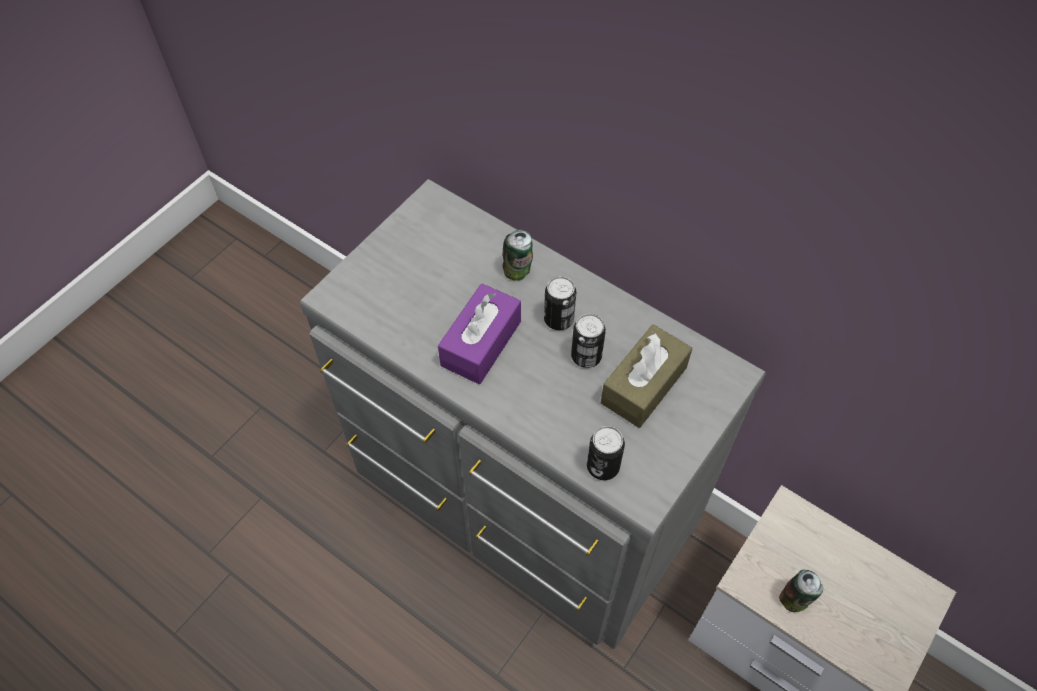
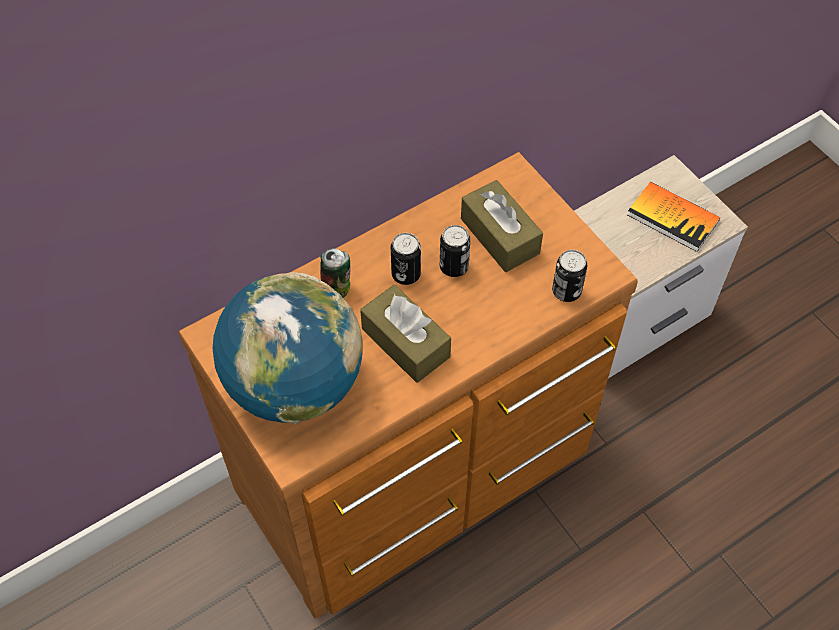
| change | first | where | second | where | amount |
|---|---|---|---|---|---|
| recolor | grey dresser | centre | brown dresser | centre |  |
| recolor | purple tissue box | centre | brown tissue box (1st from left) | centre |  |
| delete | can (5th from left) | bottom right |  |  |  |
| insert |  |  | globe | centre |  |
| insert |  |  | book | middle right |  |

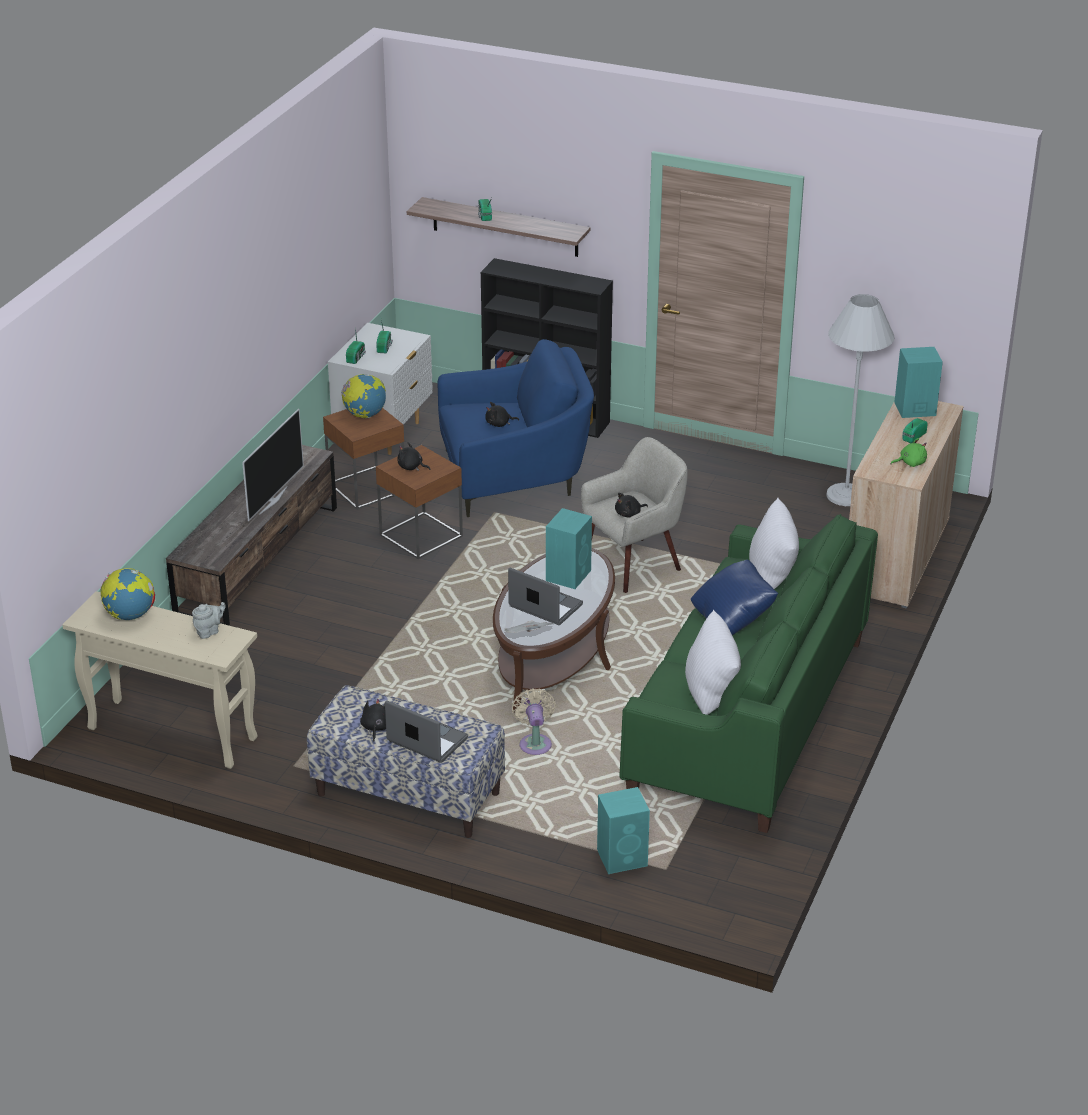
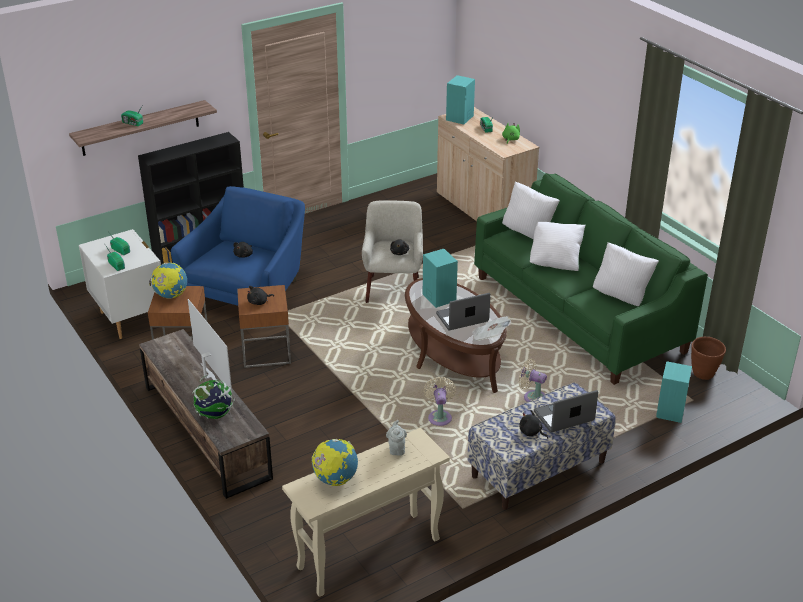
| change | first | where | second | where | amount |
|---|---|---|---|---|---|
| recolor | blue pillow | middle right | white pillow (2nd from left) | middle right |  |
| delete | white floor lamp | middle right |  |  |  |
| insert |  |  | globe (2nd from left) | middle left |  |
| insert |  |  | beige fan (1st from left) | centre |  |
| insert |  |  | brown planter | middle right |  |

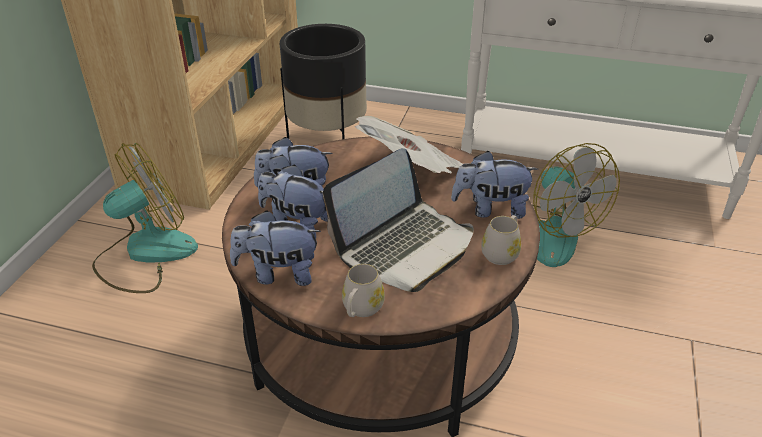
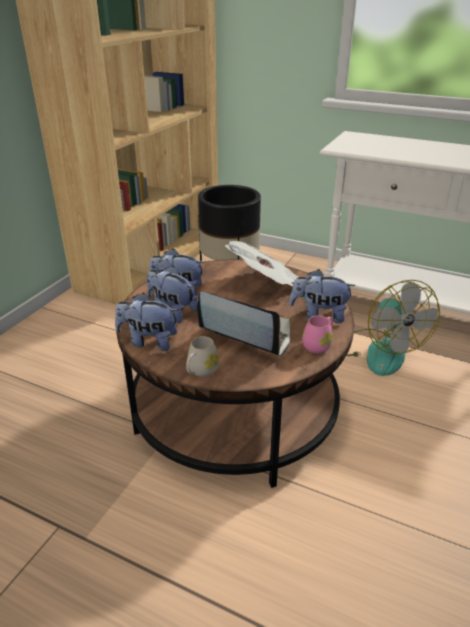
| change | first | where | second | where | amount |
|---|---|---|---|---|---|
| delete | fan (1st from left) | middle left |  |  |  |
| rotate | laptop | centre |  | centre | 120 degrees counterclockwise |
| recolor | white mug (2nd from left) | centre | pink mug | middle right |  |

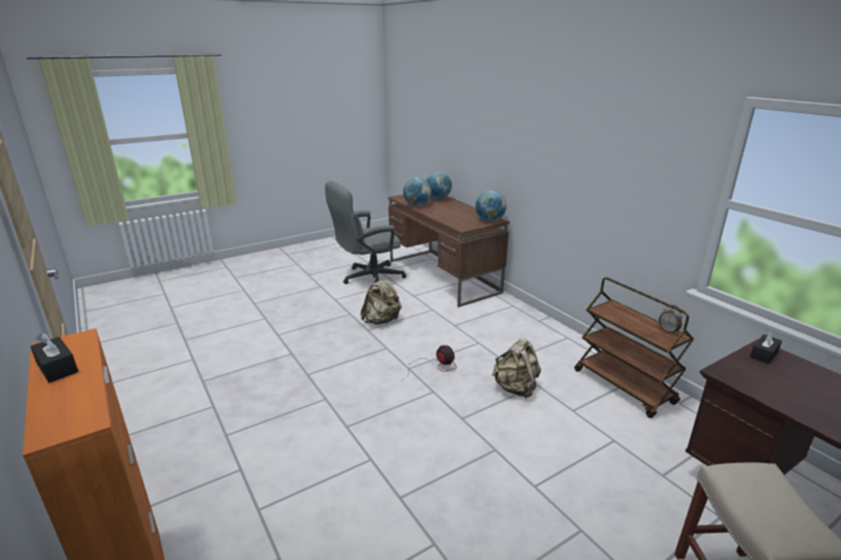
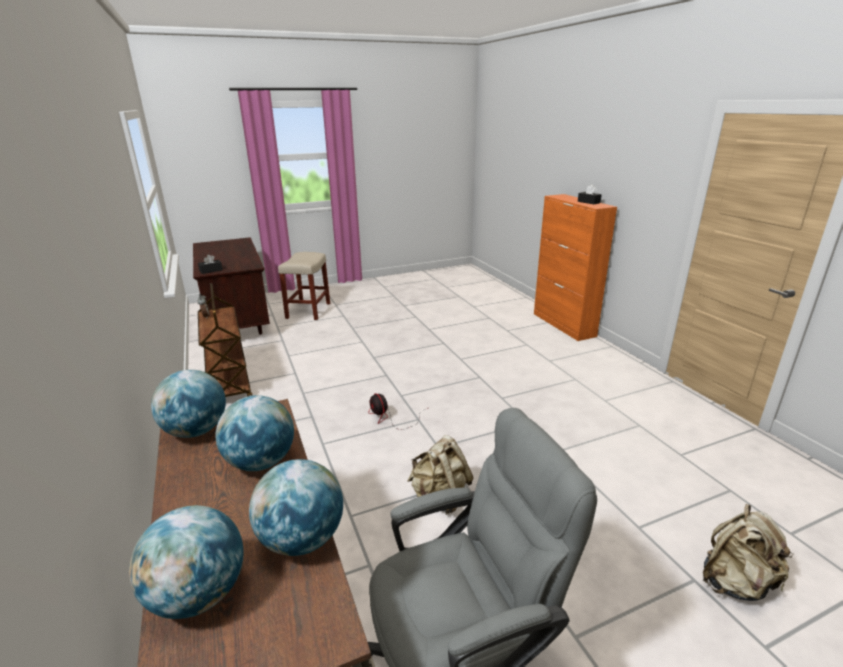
| change | first | where | second | where | amount |
|---|---|---|---|---|---|
| move | beige backpack (2nd from left) | centre |  | bottom right |  |
| insert |  |  | globe (3rd from left) | middle left |  |

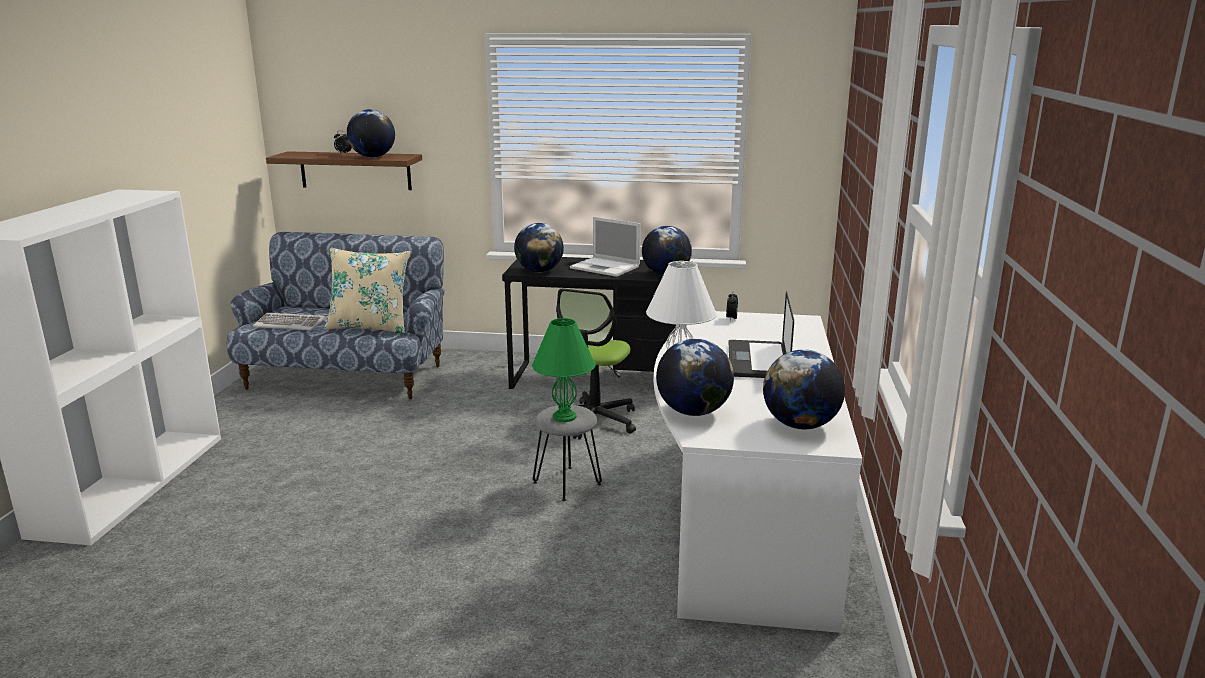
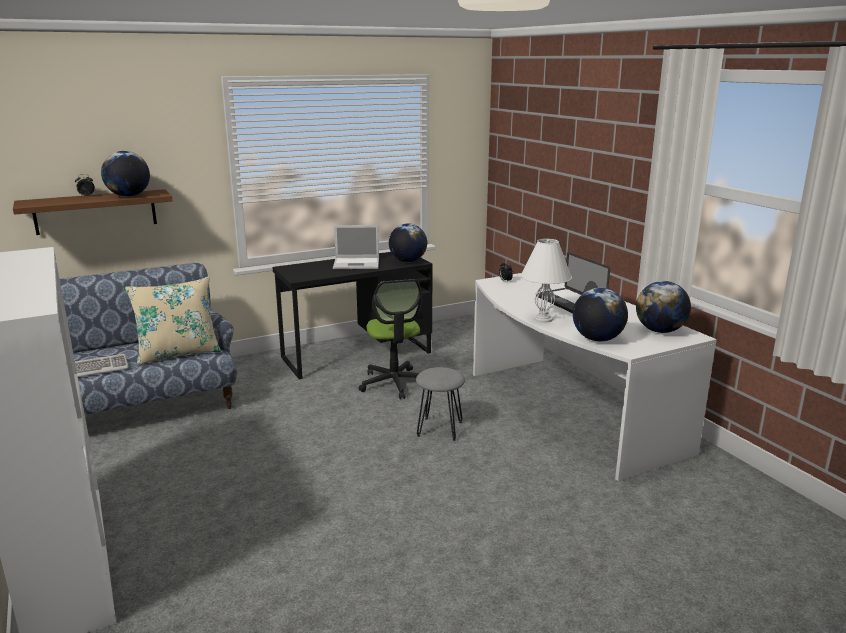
| change | first | where | second | where | amount |
|---|---|---|---|---|---|
| delete | globe (2nd from left) | centre |  |  |  |
| delete | green table lamp | centre |  |  |  |

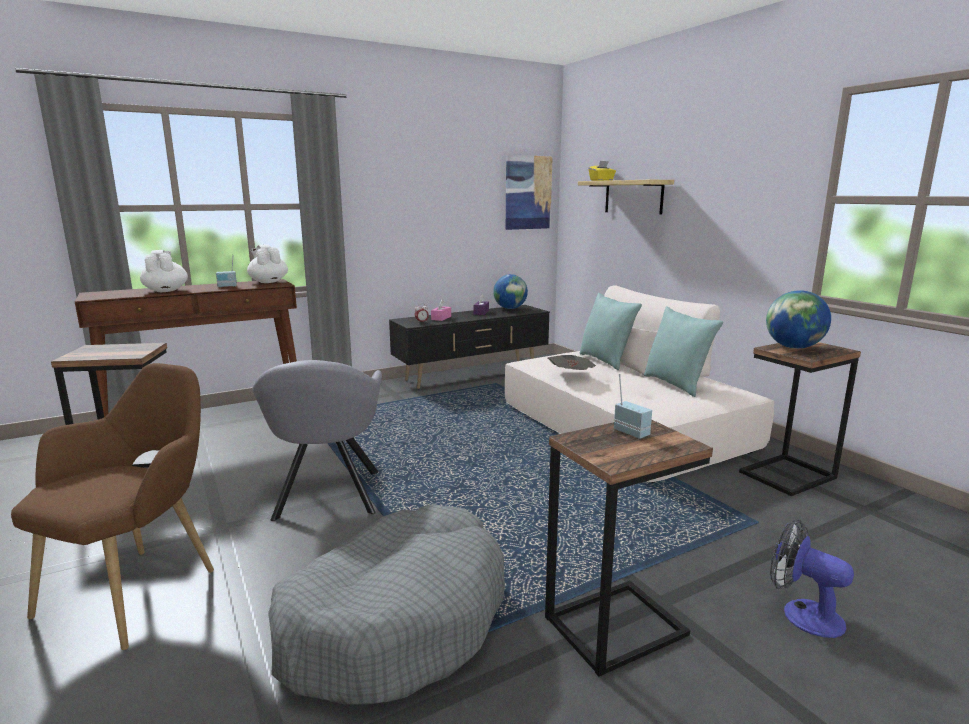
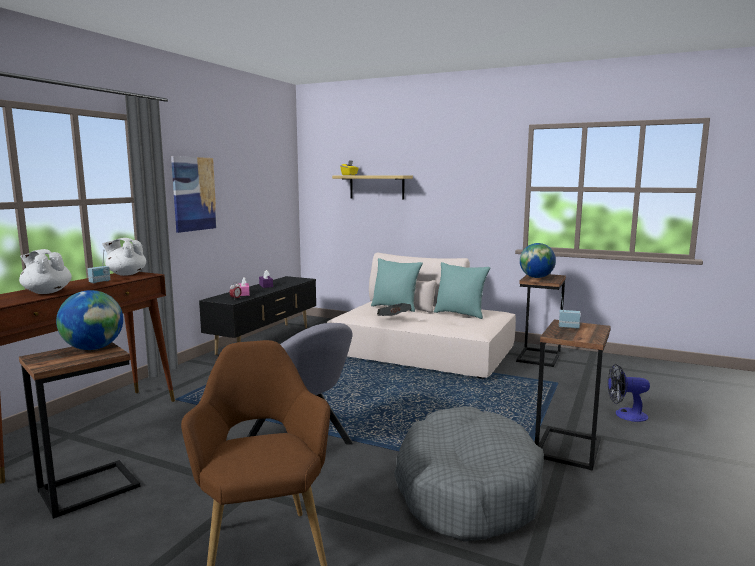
| change | first | where | second | where | amount |
|---|---|---|---|---|---|
| move | globe (1st from left) | centre |  | middle left |  |
| move | picture | top centre |  | middle left |  |

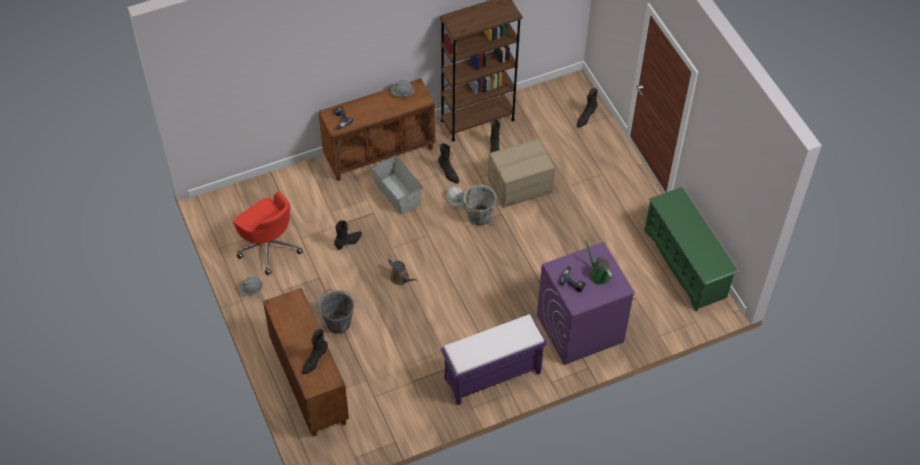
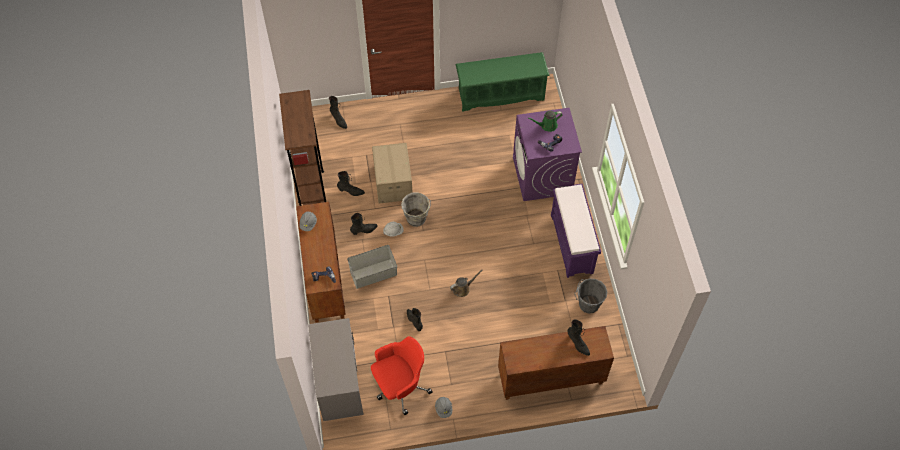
| change | first | where | second | where | amount |
|---|---|---|---|---|---|
| move | grey bucket (1st from left in the first image) | bottom centre | grey bucket (2nd from left) | centre |  |
| insert |  |  | grey desk | bottom centre |  |

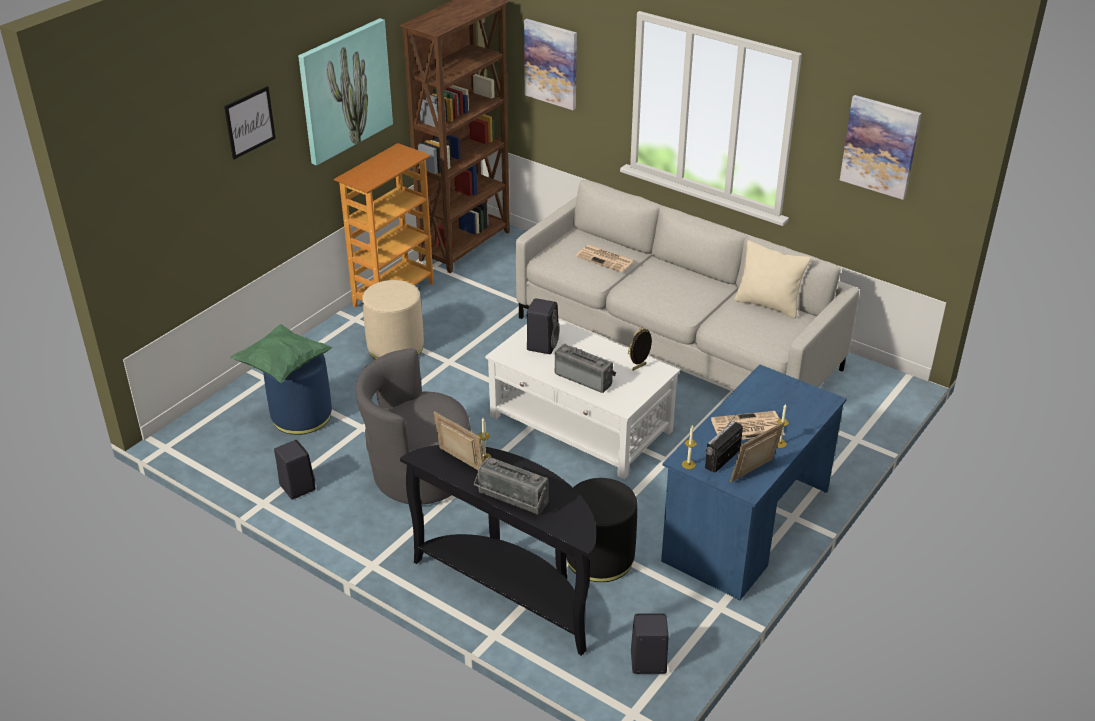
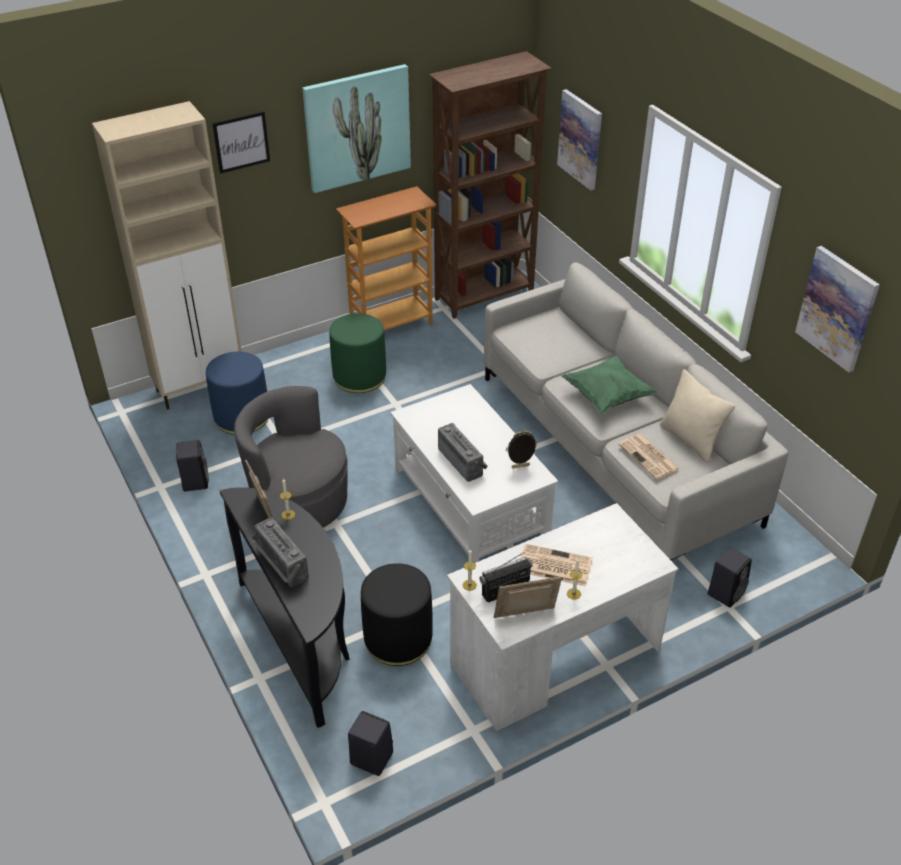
| change | first | where | second | where | amount |
|---|---|---|---|---|---|
| move | green pillow | middle left |  | middle right |  |
| recolor | beige ottoman | centre | green ottoman | centre |  |
| move | black speaker (2nd from left in the first image) | centre | black speaker (3rd from left) | bottom right |  |
| move | newspaper (1st from left in the first image) | centre | newspaper (2nd from left) | middle right |  |
| recolor | blue desk | bottom right | white desk | bottom centre |  |
| insert |  |  | beige cabinet | top left |  |

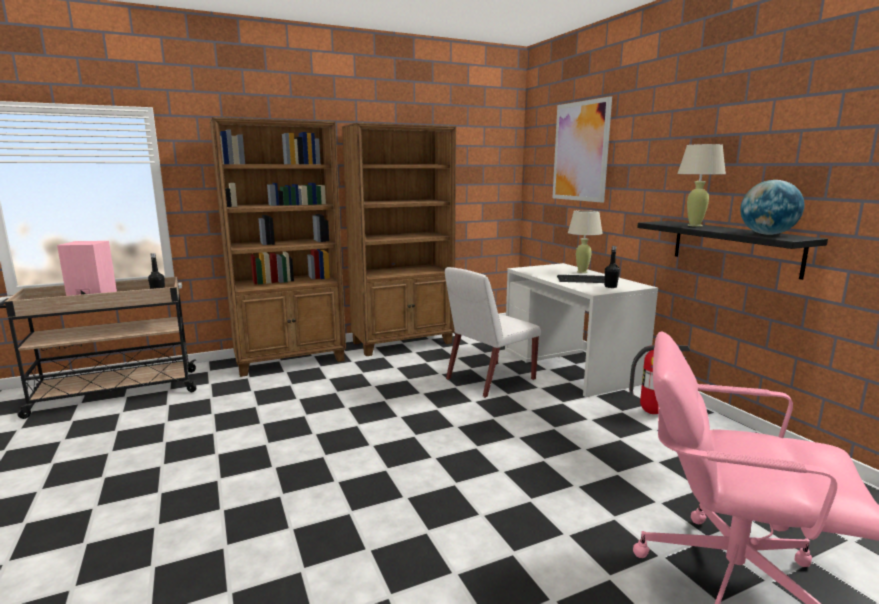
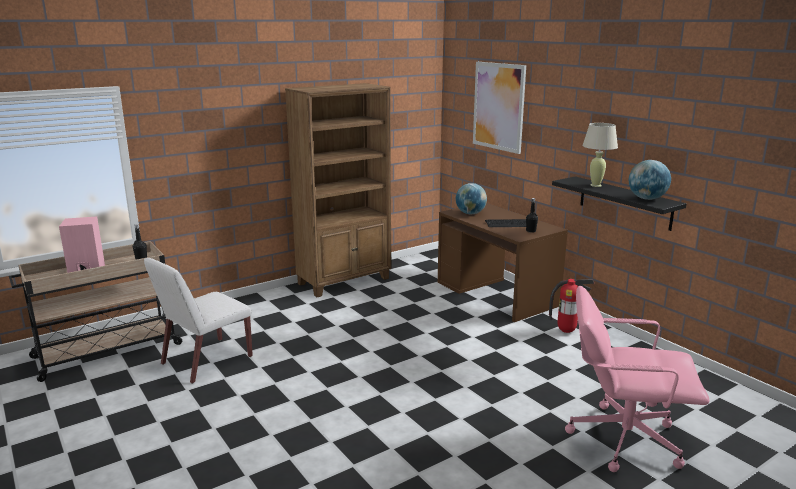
| change | first | where | second | where | amount |
|---|---|---|---|---|---|
| delete | brown bookcase (1st from left) | middle left |  |  |  |
| move | white chair | centre |  | middle left |  |
| recolor | white desk | centre | brown desk | centre |  |
| delete | beige table lamp (1st from left) | centre |  |  |  |
| insert |  |  | globe (1st from left) | centre |  |

